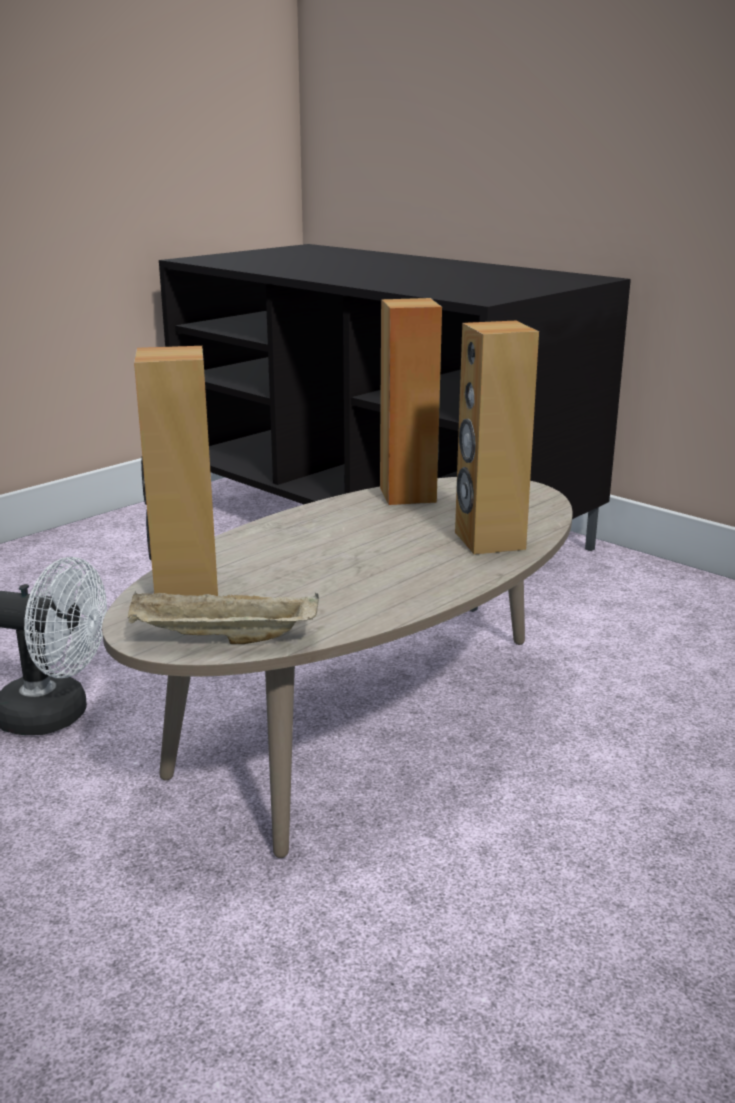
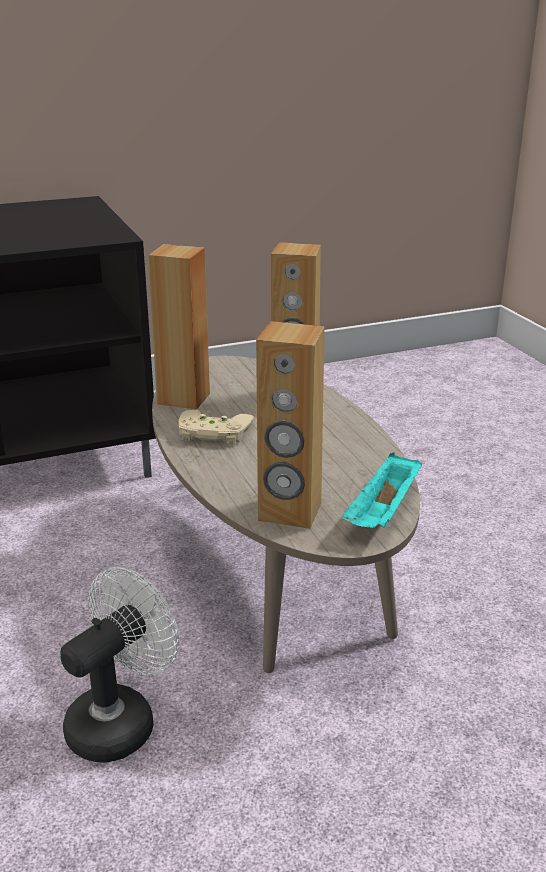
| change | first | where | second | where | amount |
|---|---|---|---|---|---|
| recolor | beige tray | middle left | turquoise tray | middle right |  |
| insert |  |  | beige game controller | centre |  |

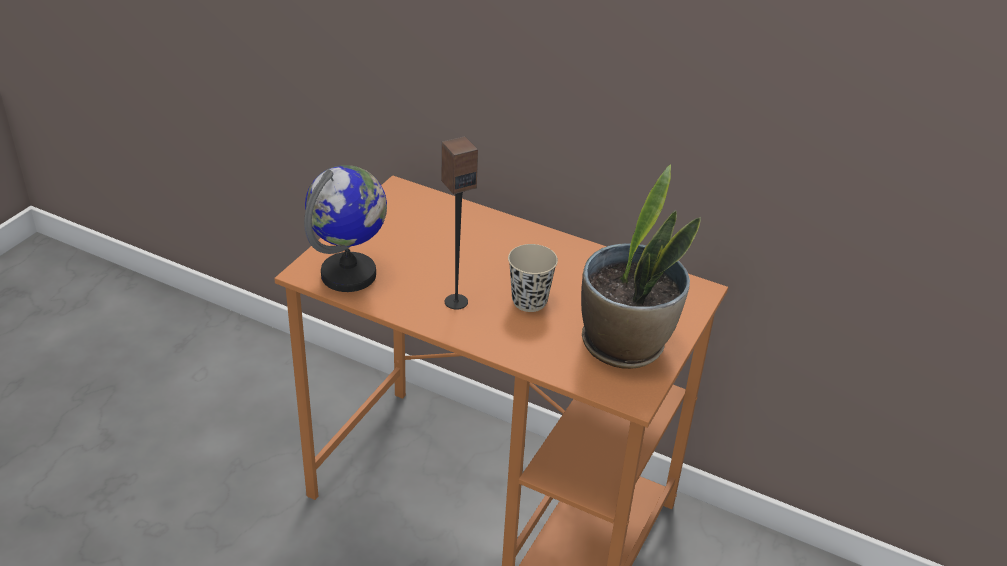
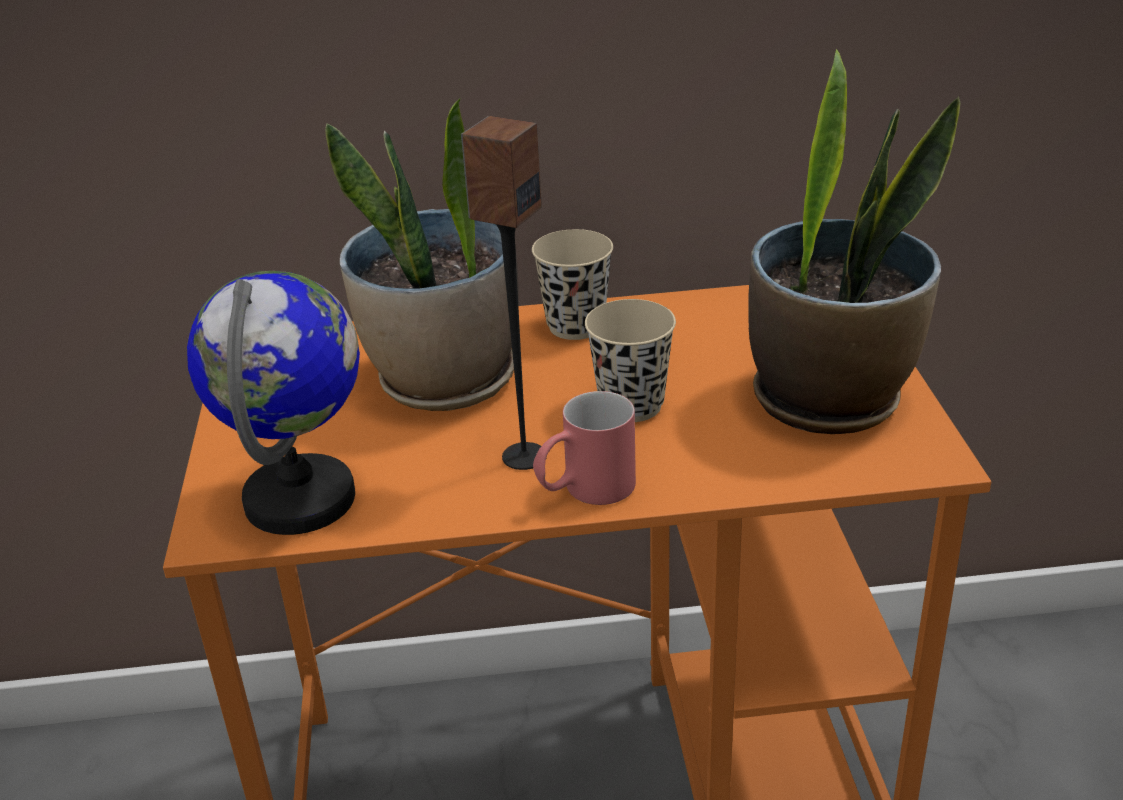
| change | first | where | second | where | amount |
|---|---|---|---|---|---|
| insert |  |  | potted plant (1st from left) | top centre |  |
| insert |  |  | beige cup (1st from left) | centre |  |
| insert |  |  | red mug | centre |  |

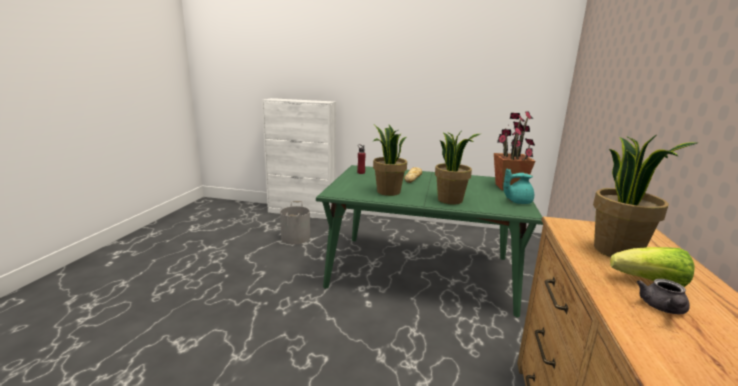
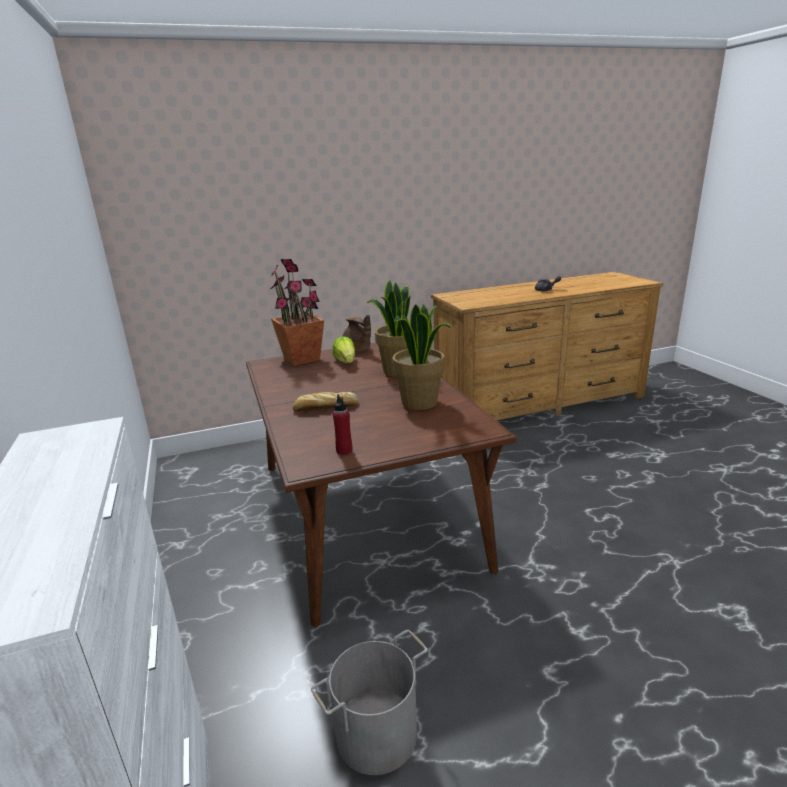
| change | first | where | second | where | amount |
|---|---|---|---|---|---|
| recolor | green dining table | centre | brown dining table | centre |  |
| recolor | turquoise teapot | middle right | brown teapot | centre |  |
| delete | potted plant (4th from left) | middle right |  |  |  |
| move | lettuce | bottom right |  | centre |  |

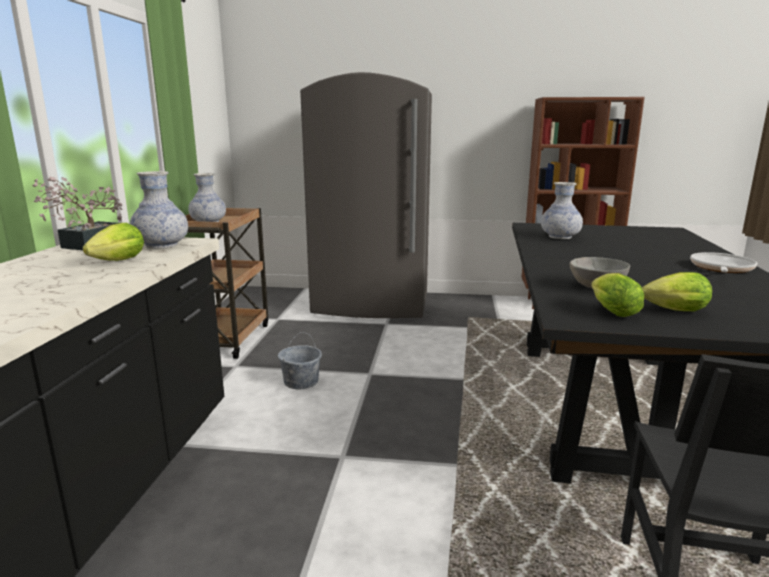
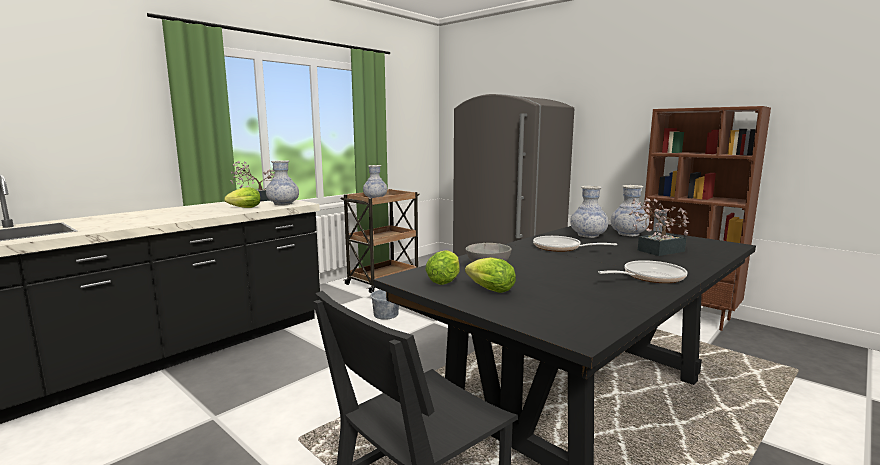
| change | first | where | second | where | amount |
|---|---|---|---|---|---|
| insert |  |  | frying pan (1st from left) | centre |  |
| insert |  |  | vase (4th from left) | middle right |  |
| insert |  |  | potted plant (2nd from left) | middle right |  |

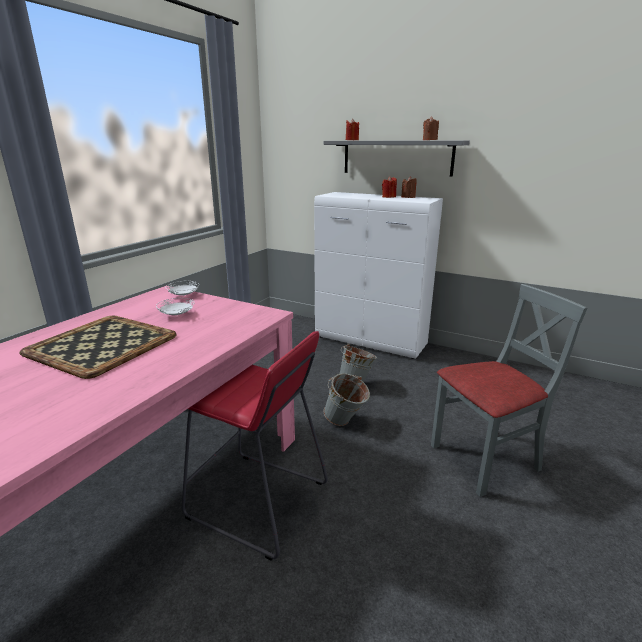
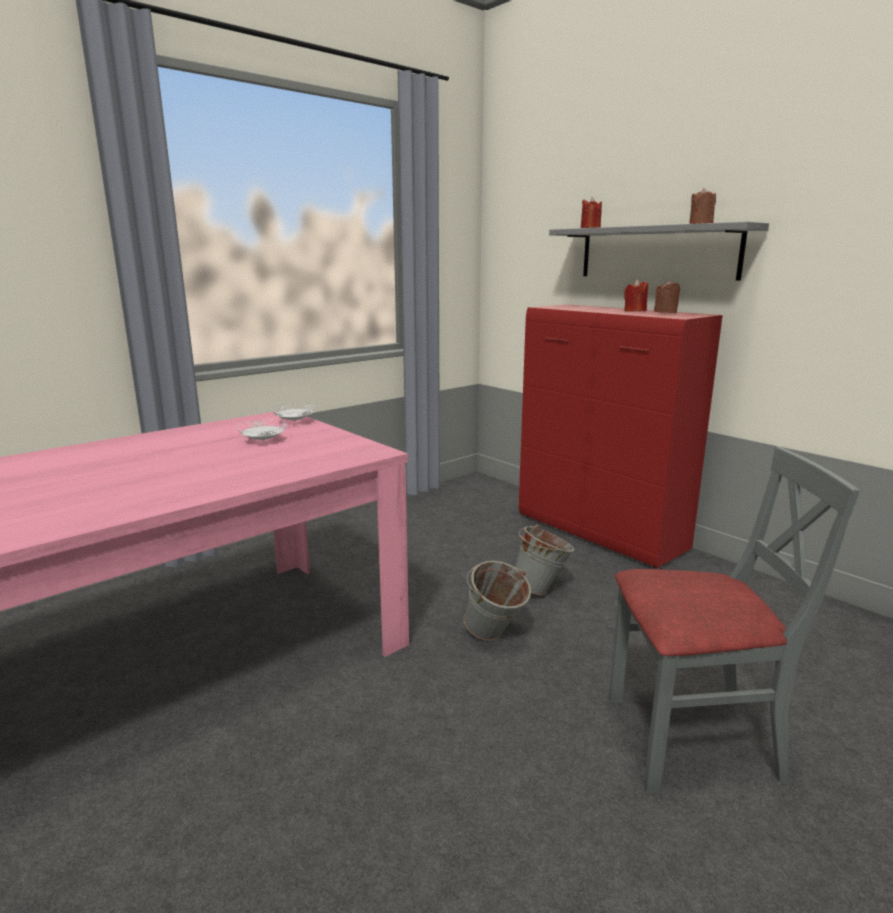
| change | first | where | second | where | amount |
|---|---|---|---|---|---|
| delete | tray | middle left |  |  |  |
| delete | red stool | bottom centre |  |  |  |
| recolor | white cabinet | centre | red cabinet | middle right |  |

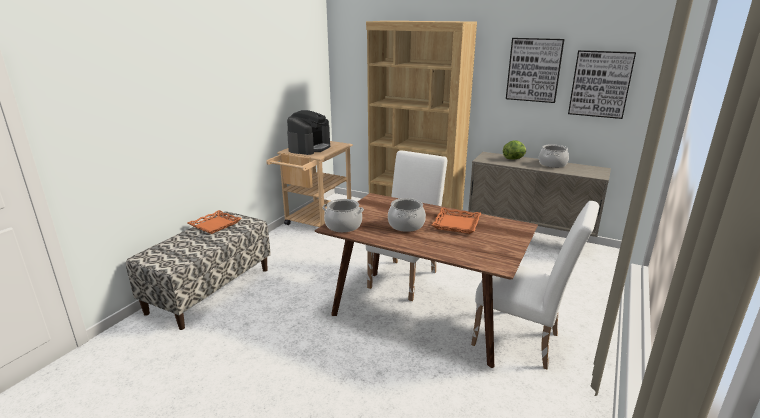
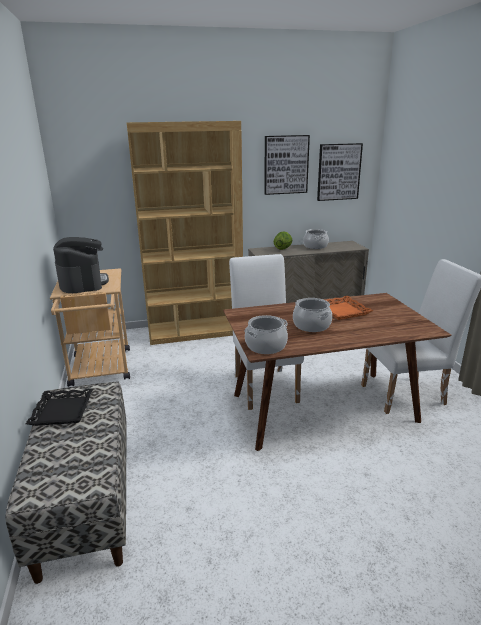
| change | first | where | second | where | amount |
|---|---|---|---|---|---|
| recolor | orange tray (1st from left) | middle left | black tray | middle left |  |

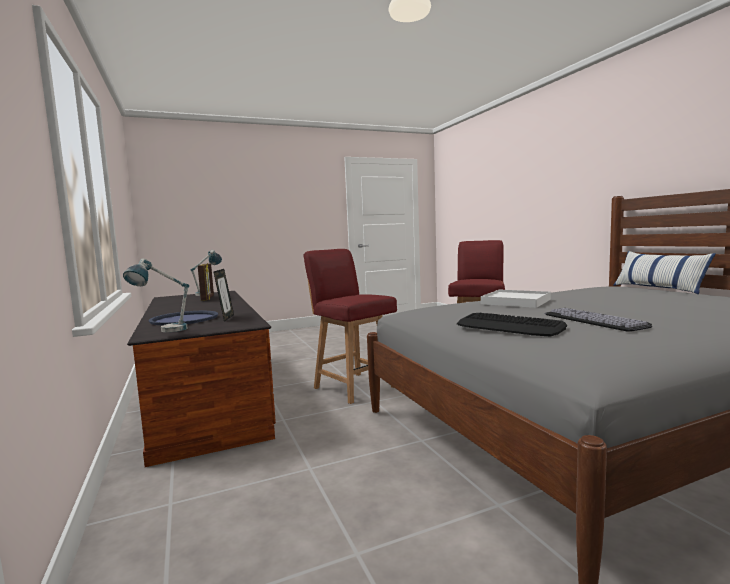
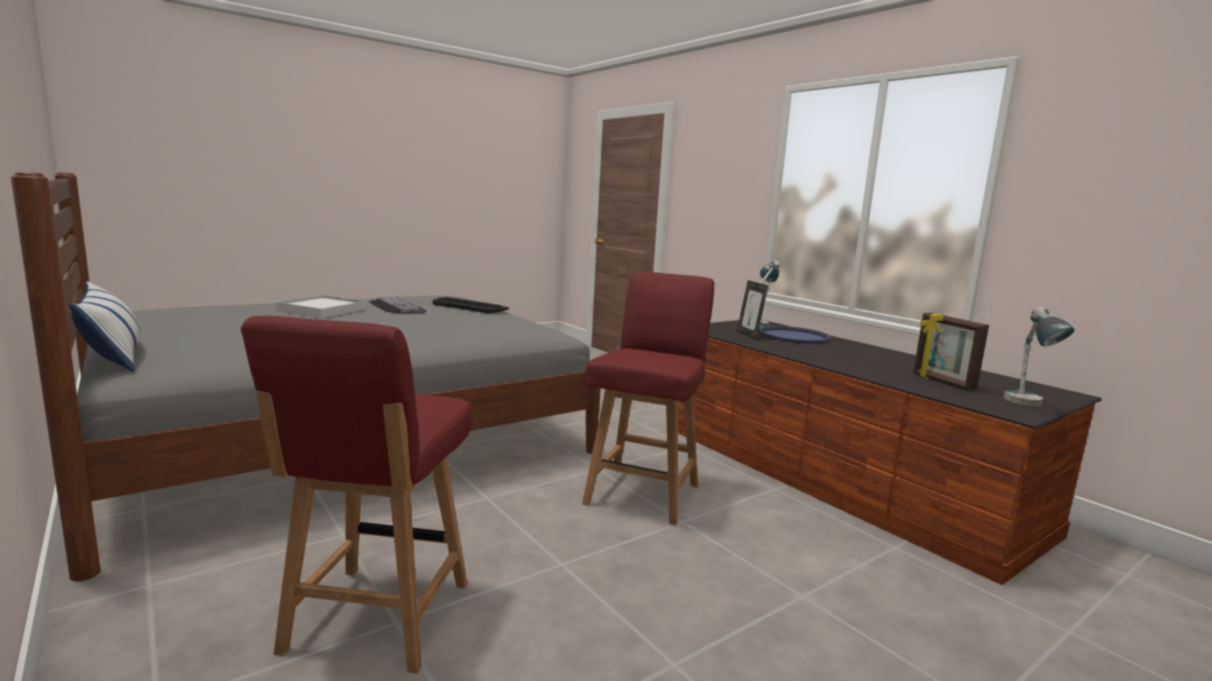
| change | first | where | second | where | amount |
|---|---|---|---|---|---|
| rotate | red chair (1st from left in the first image) | centre | red chair (2nd from left) | centre | 105 degrees counterclockwise |
| move | white tray | middle right |  | middle left |  |

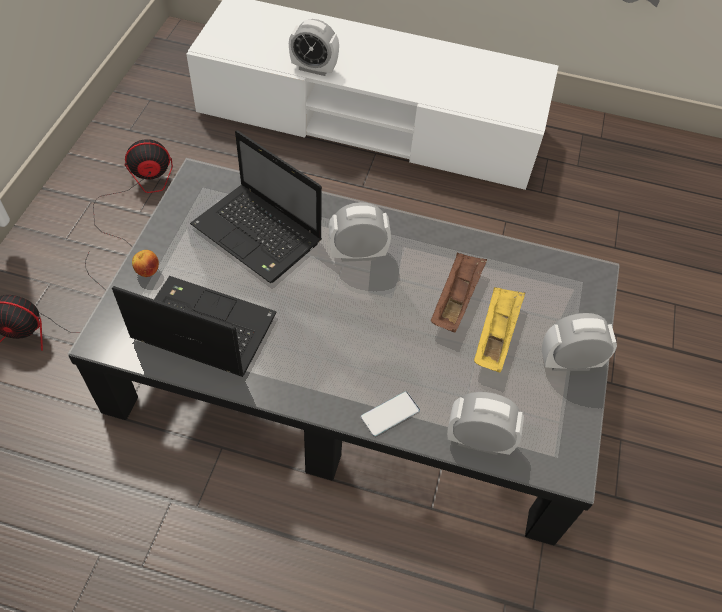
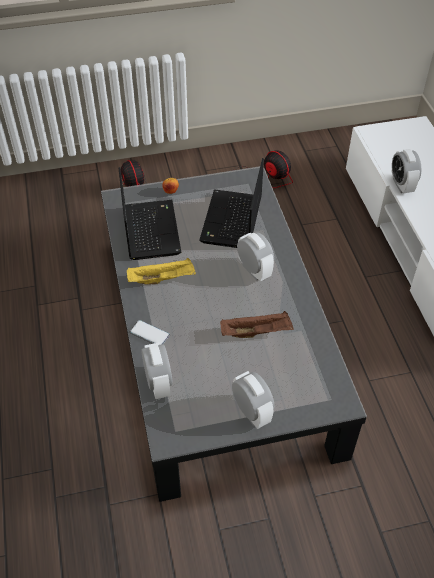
| change | first | where | second | where | amount |
|---|---|---|---|---|---|
| move | yellow tray | middle right |  | centre |  |

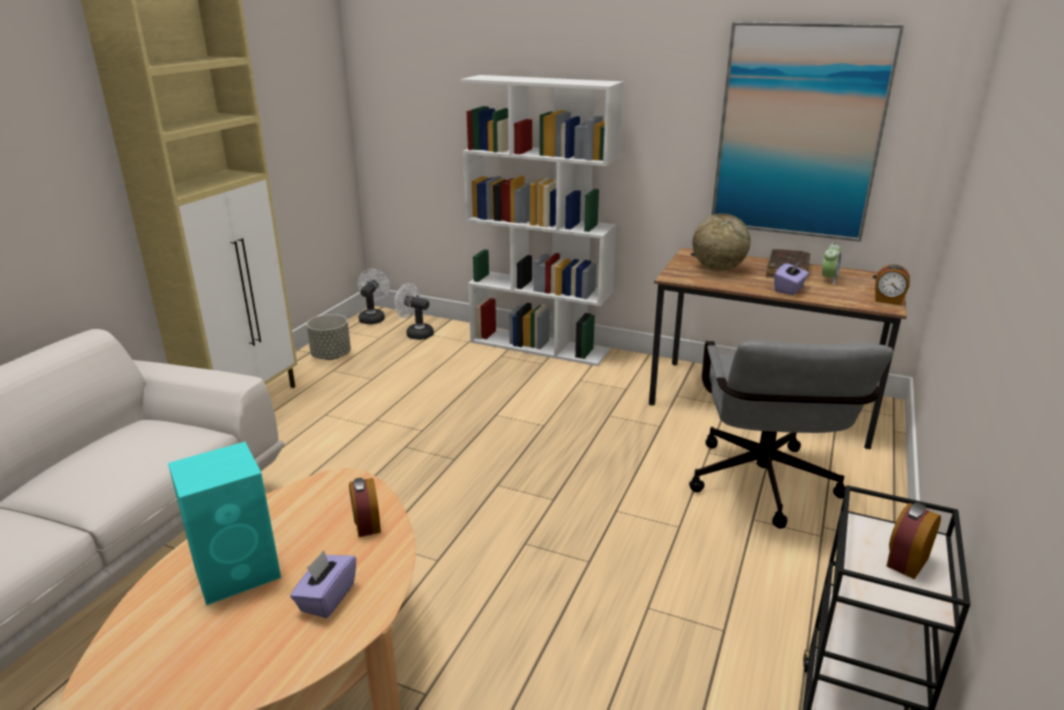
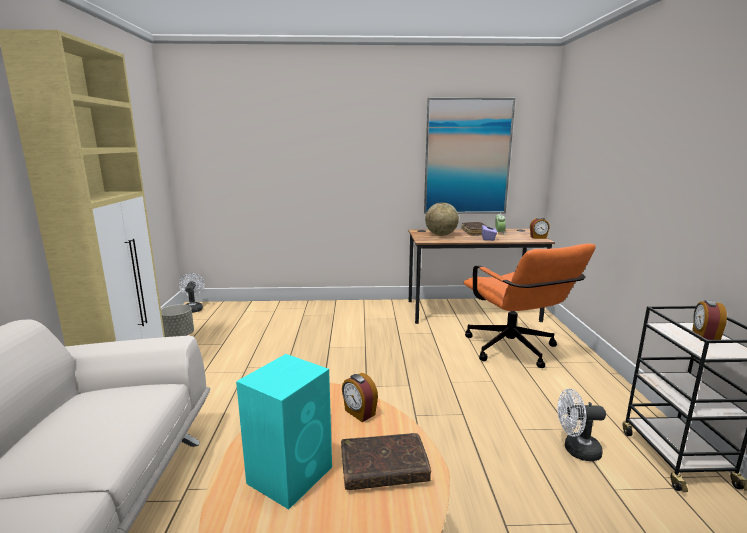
| change | first | where | second | where | amount |
|---|---|---|---|---|---|
| replace | purple tissue box (1st from left) | bottom left | brown book (1st from left) | bottom centre |  |
| move | white fan (2nd from left) | centre |  | bottom right |  |
| delete | white bookcase | top centre |  |  |  |
| recolor | grey office chair | middle right | orange office chair | middle right |  |

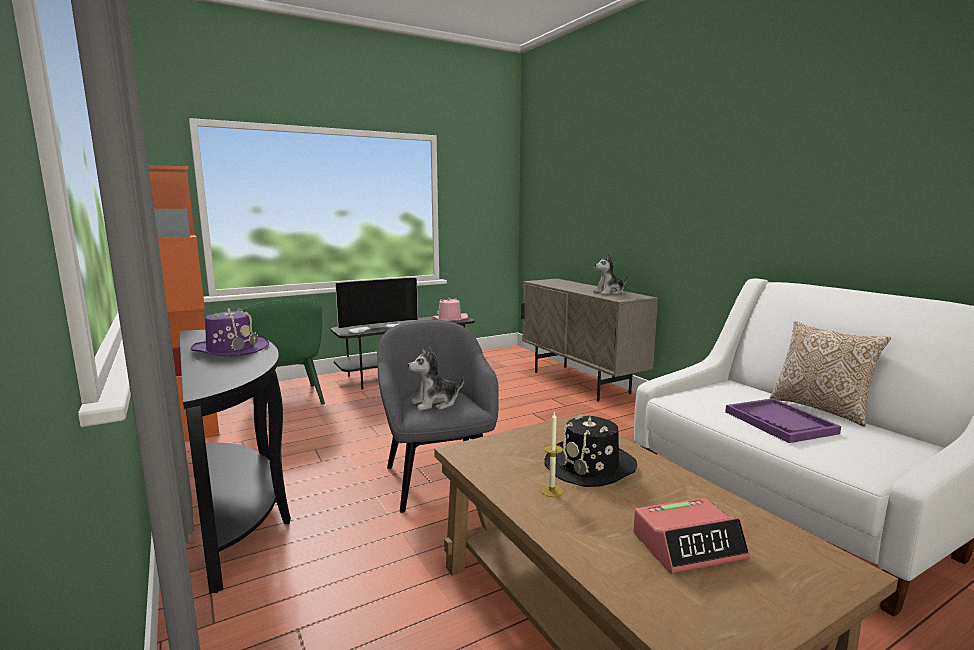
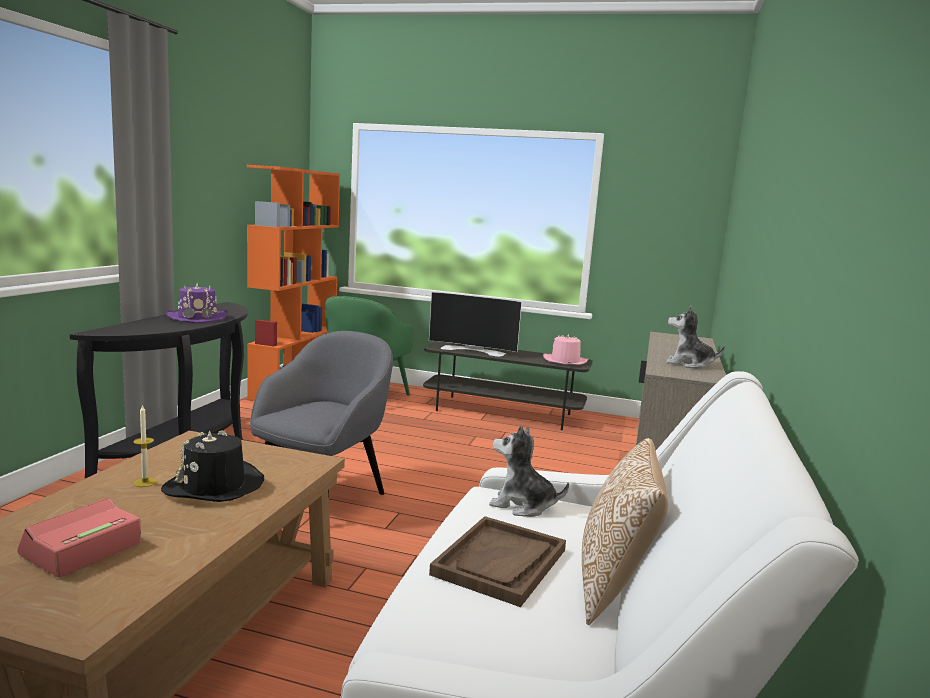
| change | first | where | second | where | amount |
|---|---|---|---|---|---|
| move | plush toy (1st from left) | centre |  | bottom centre |  |
| rotate | alarm clock | bottom right |  | bottom left | 90 degrees clockwise |
| recolor | purple tray | middle right | brown tray | bottom centre |  |

